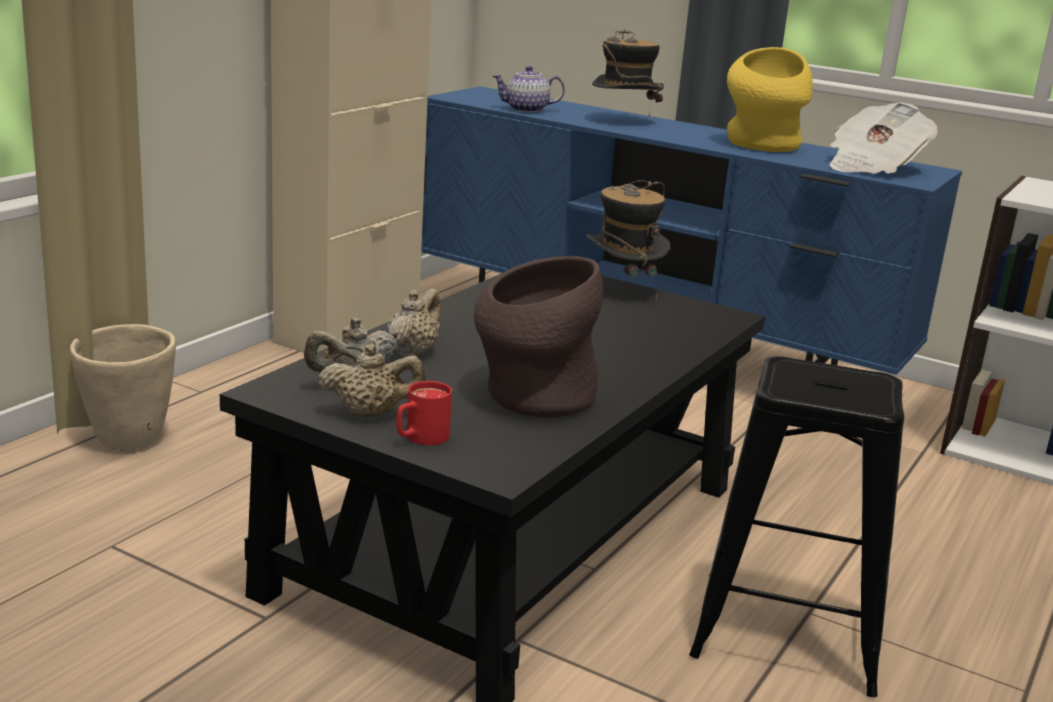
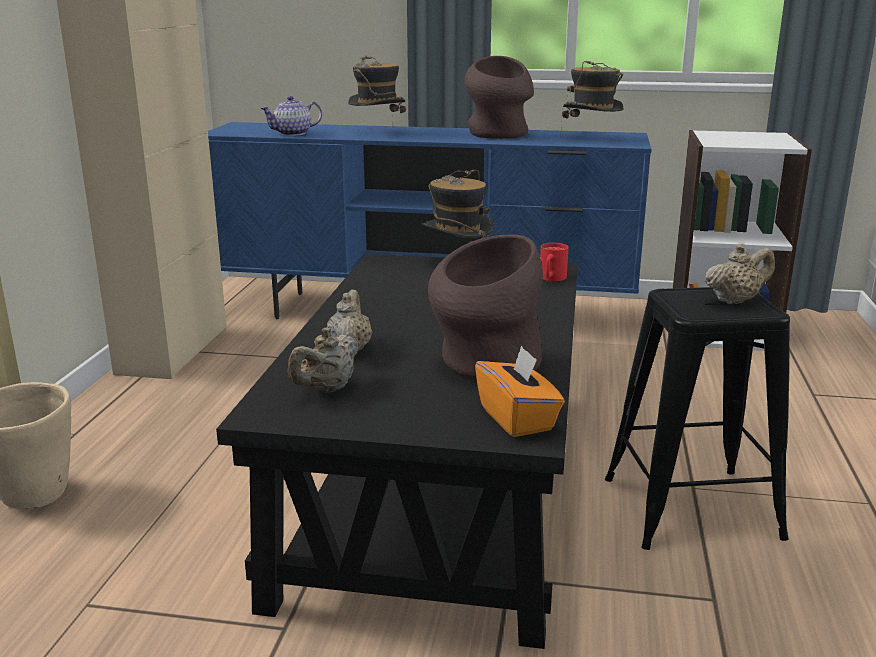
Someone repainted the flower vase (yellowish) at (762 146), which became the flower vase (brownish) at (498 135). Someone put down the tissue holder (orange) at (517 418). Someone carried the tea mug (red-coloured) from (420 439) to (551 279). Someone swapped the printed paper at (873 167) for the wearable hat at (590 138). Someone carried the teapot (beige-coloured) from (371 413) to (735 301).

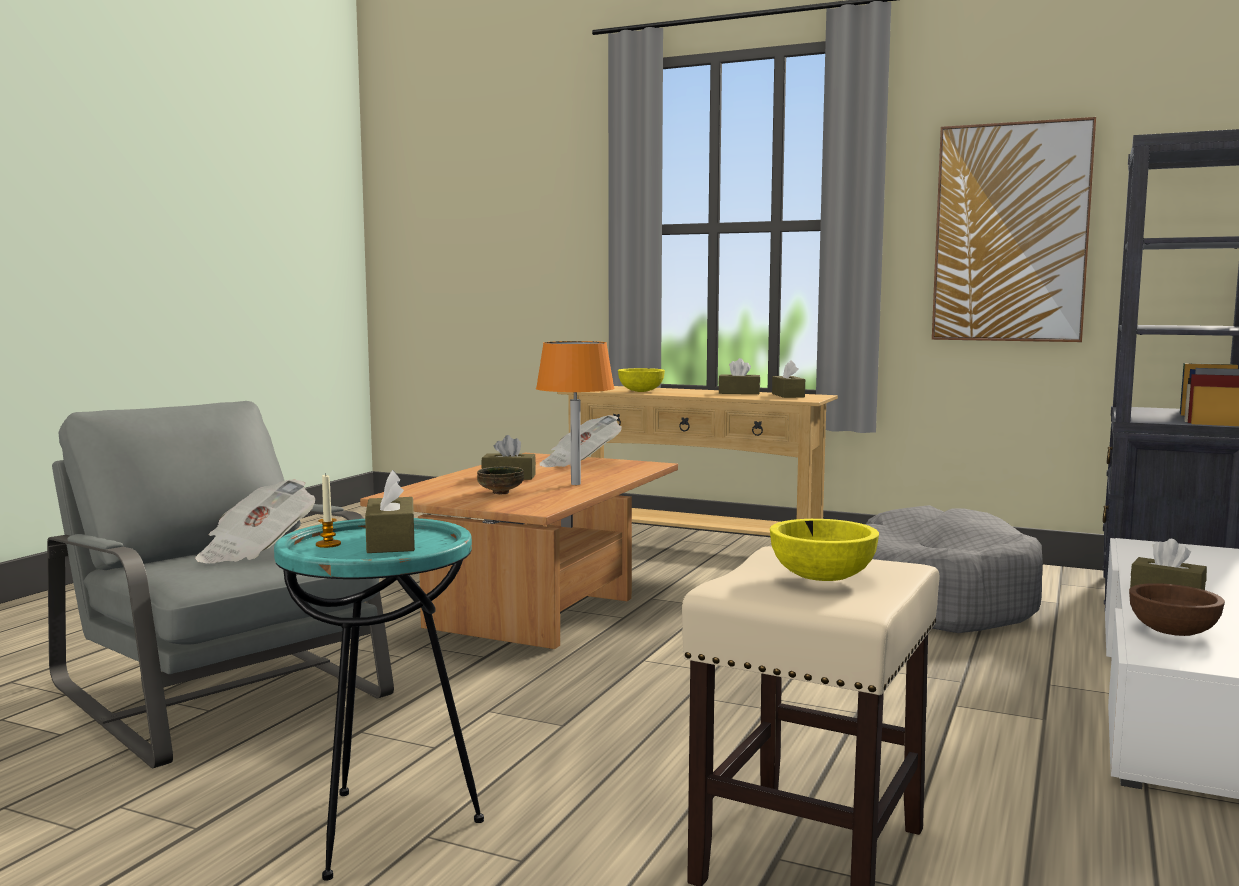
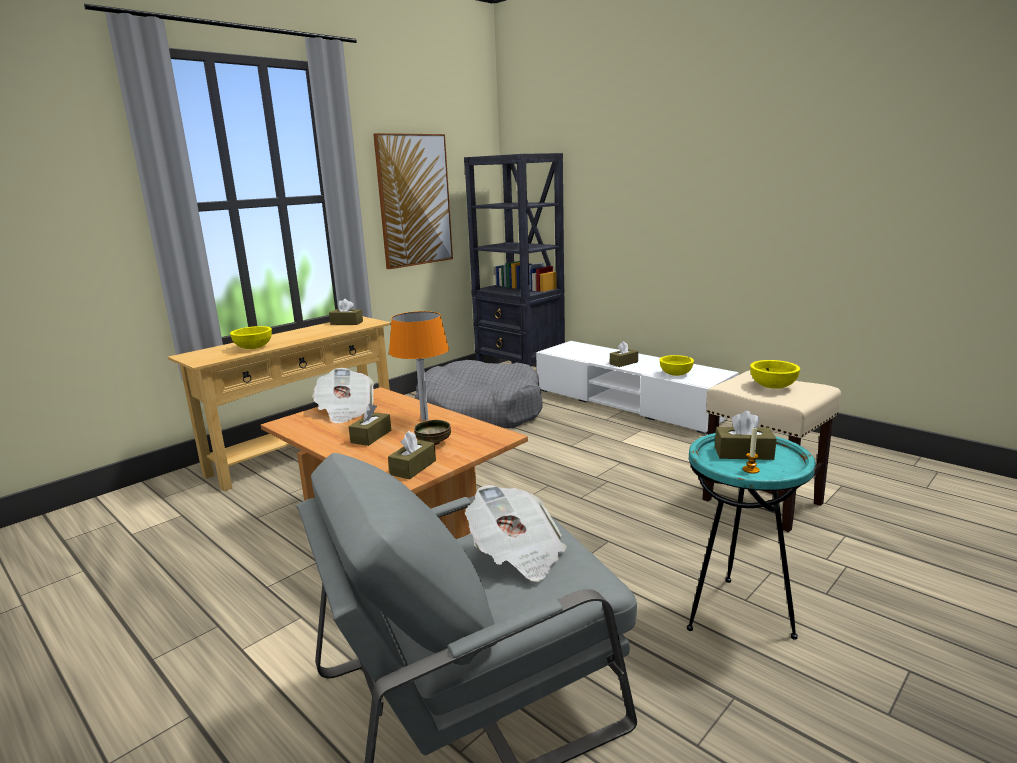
Someone carried the tissue holder (brownish) from (739 393) to (413 467). Someone repainted the bowl (brownish) at (1173 632), which became the bowl (yellowish) at (675 374).

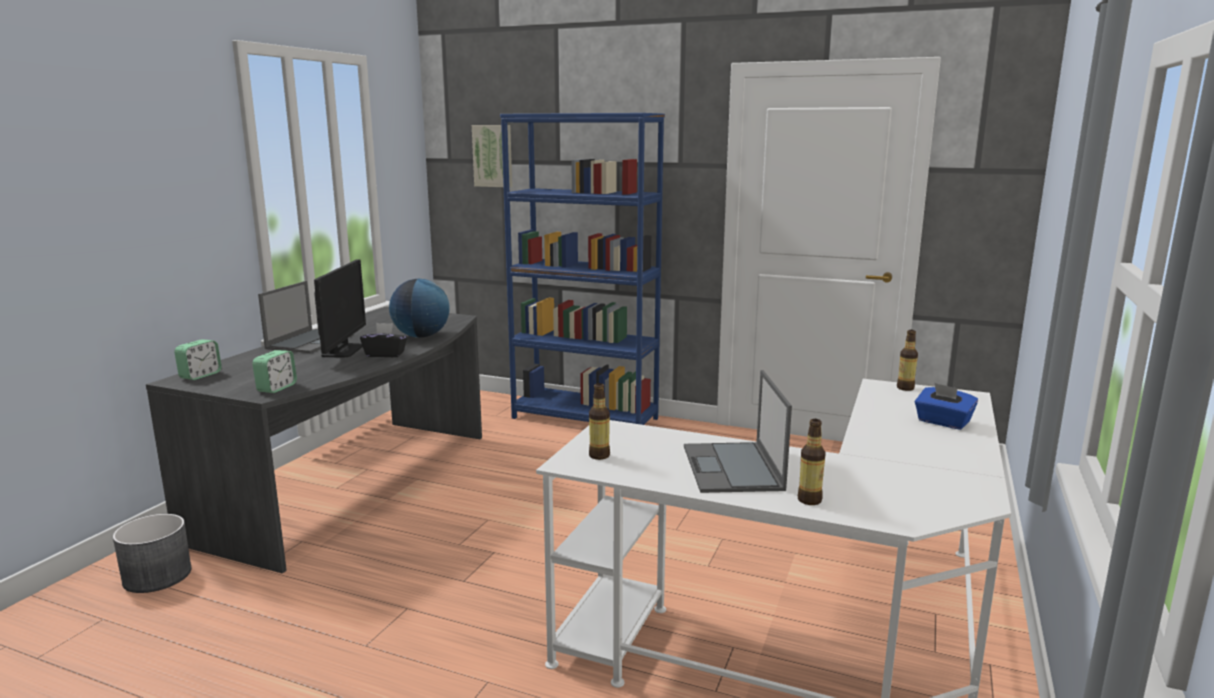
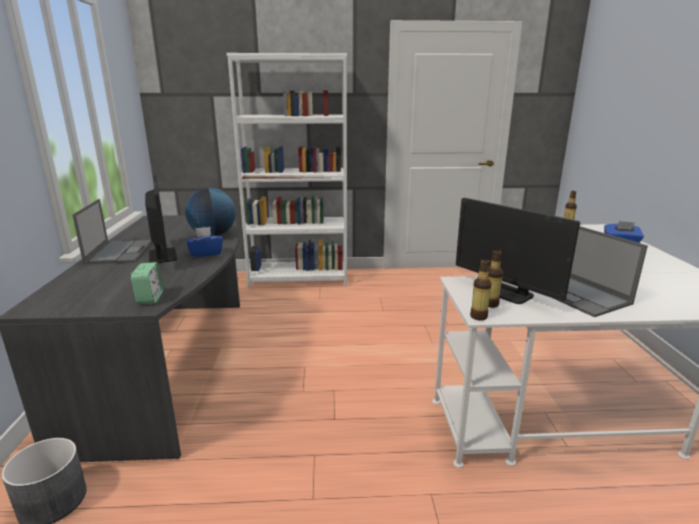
Someone repainted the tissue holder (black) at (385 354), which became the tissue holder (blue-coloured) at (205 253). Someone repainted the bookcase (blue-coloured) at (585 418), which became the bookcase (white-coloured) at (299 279). Someone put down the computer display at (506 292). Someone carried the beverage bottle from (809 500) to (478 316). Someone took away the alarm clock at (200 375). Someone took away the picture at (493 156).

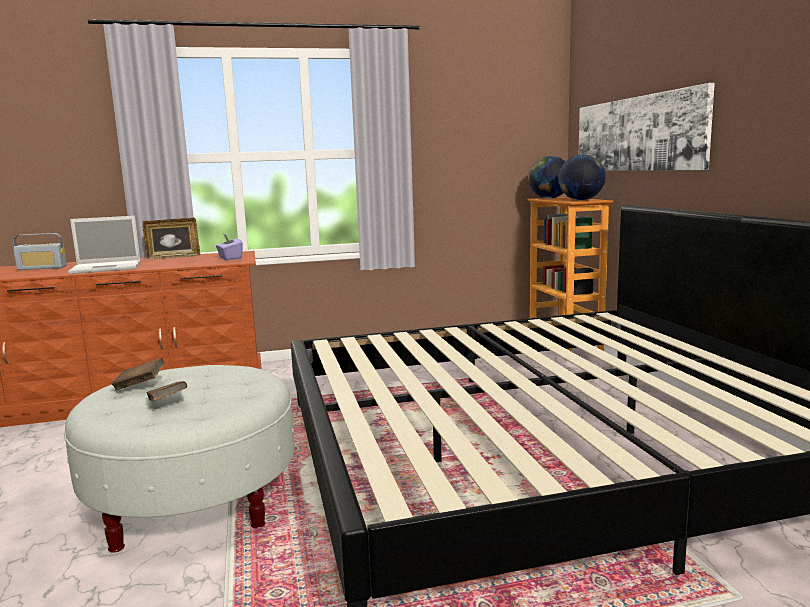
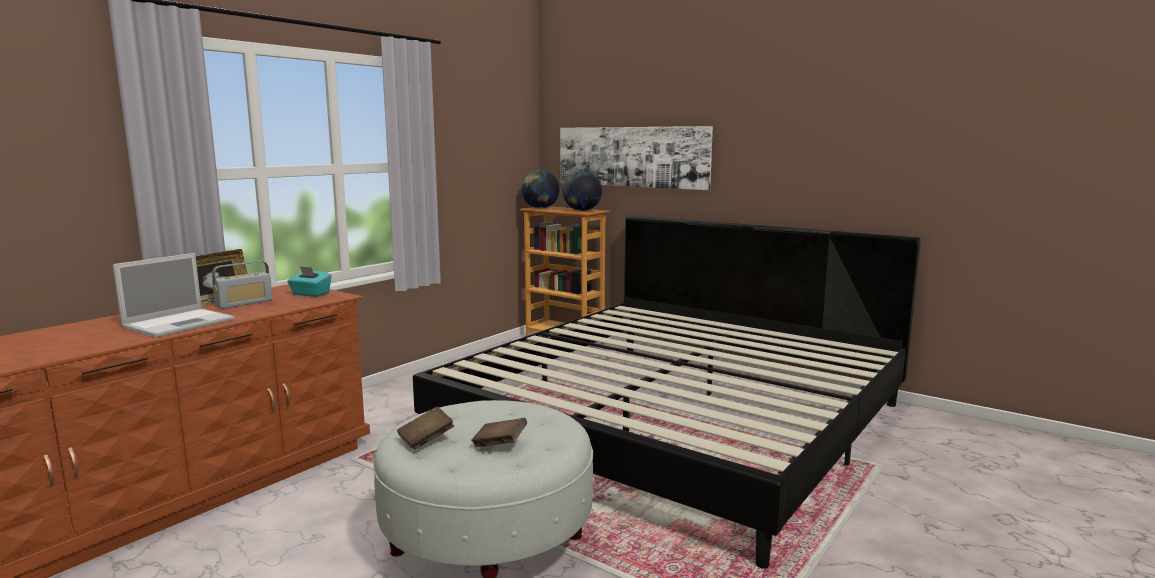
Someone carried the radio from (42 268) to (244 303). Someone repainted the tissue holder (purplish) at (230 258), which became the tissue holder (turquoise) at (310 294).

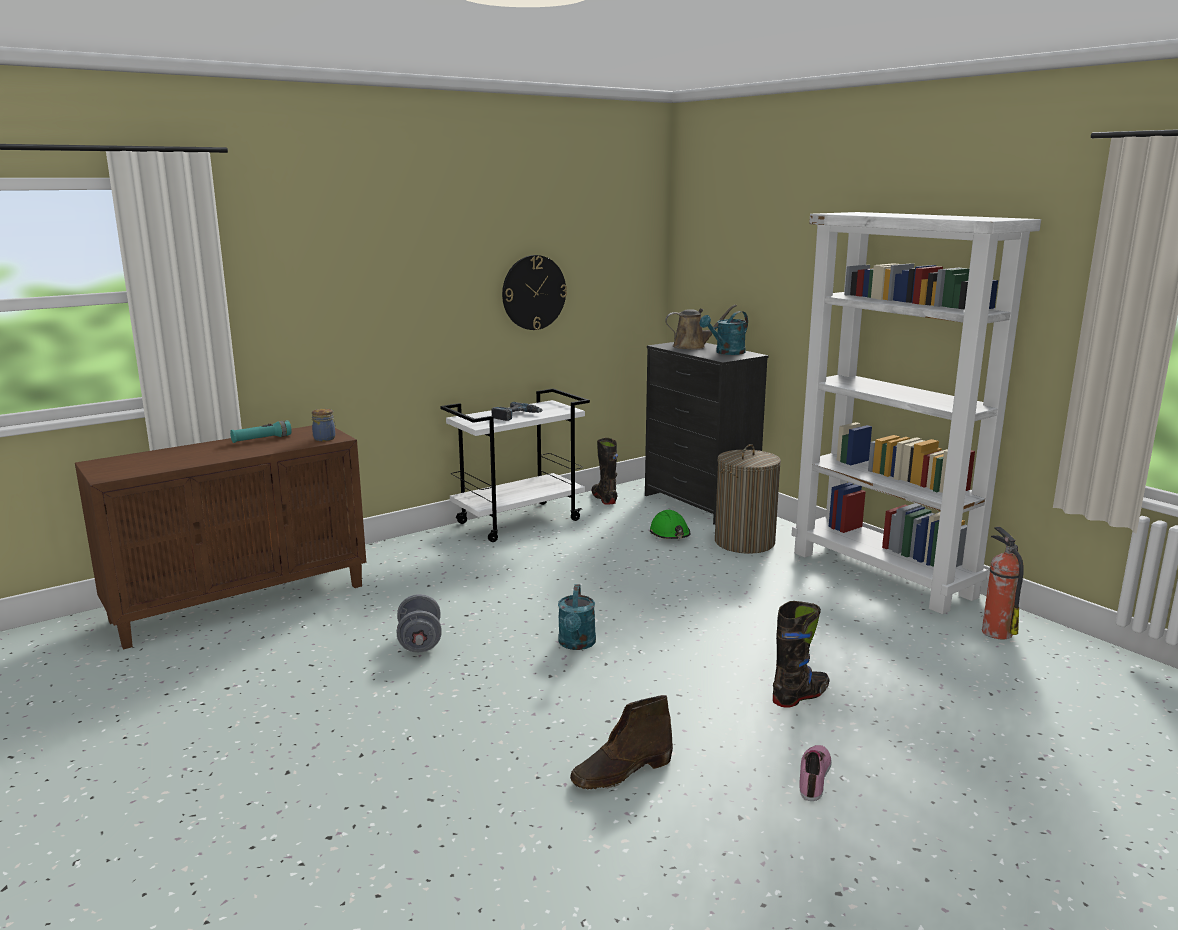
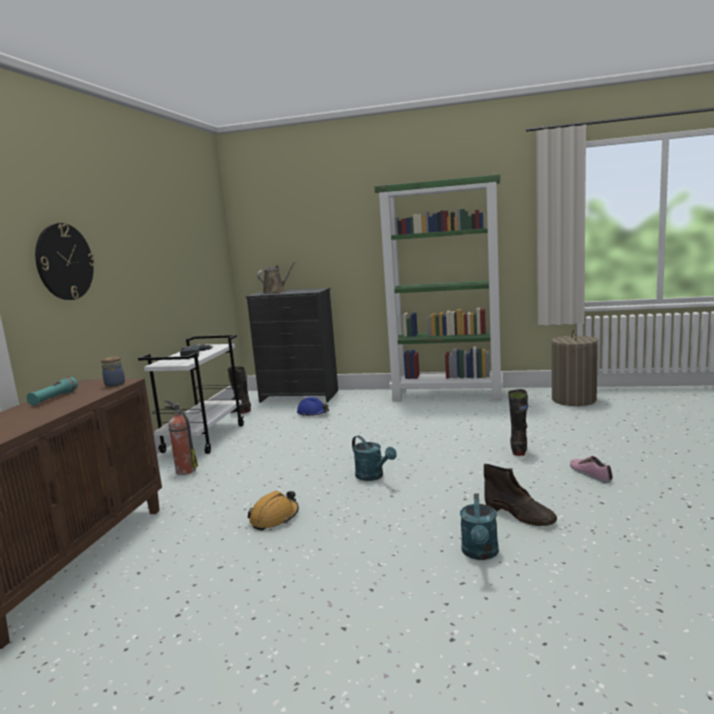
Someone carried the wall clock from (533 292) to (64 262). Someone carried the fire extinguisher from (995 632) to (185 470). Someone swapped the dumbbell (greyish) at (420 642) for the hard hat (orange) at (274 518). Someone repainted the hard hat (green) at (670 534), which became the hard hat (blue-coloured) at (313 413). Someone repainted the bookcase (white-coloured) at (884 574), which became the bookcase (green) at (448 394). Someone carried the watering can (turquoise) from (726 353) to (480 553). Someone rotated the high-top boot (brownish) at (621 772) by 60 degrees counterclockwise. Someone carried the hamper from (744 542) to (573 400).

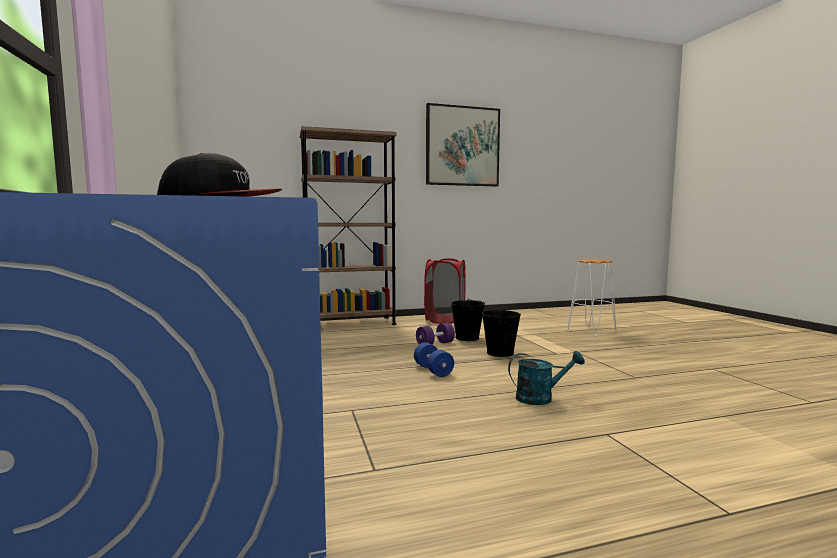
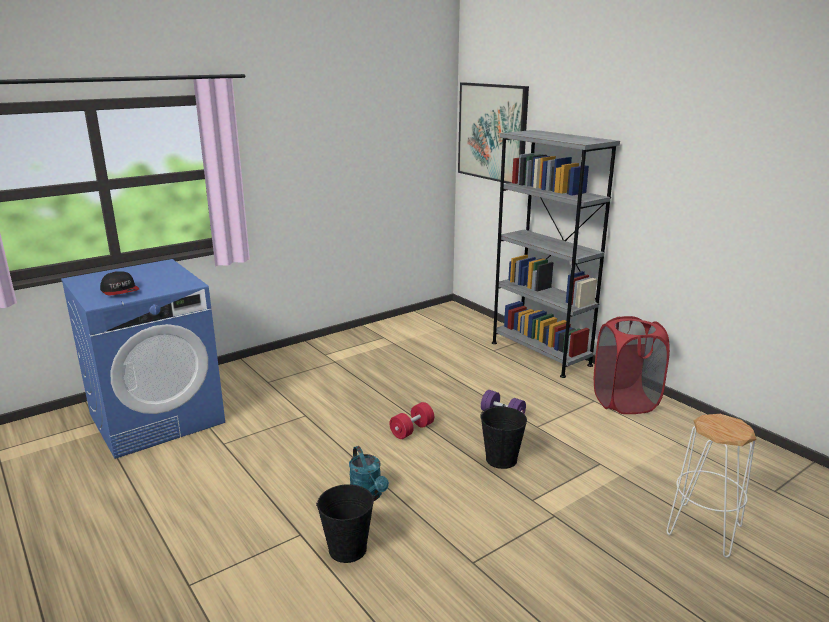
Someone carried the pail (black) from (467 338) to (347 549). Someone repainted the dumbbell (blue-coloured) at (433 370), which became the dumbbell (red-coloured) at (412 430). Someone carried the picture from (462 146) to (492 132). Someone repainted the bookcase (brownish) at (350 323), which became the bookcase (greyish) at (540 354).

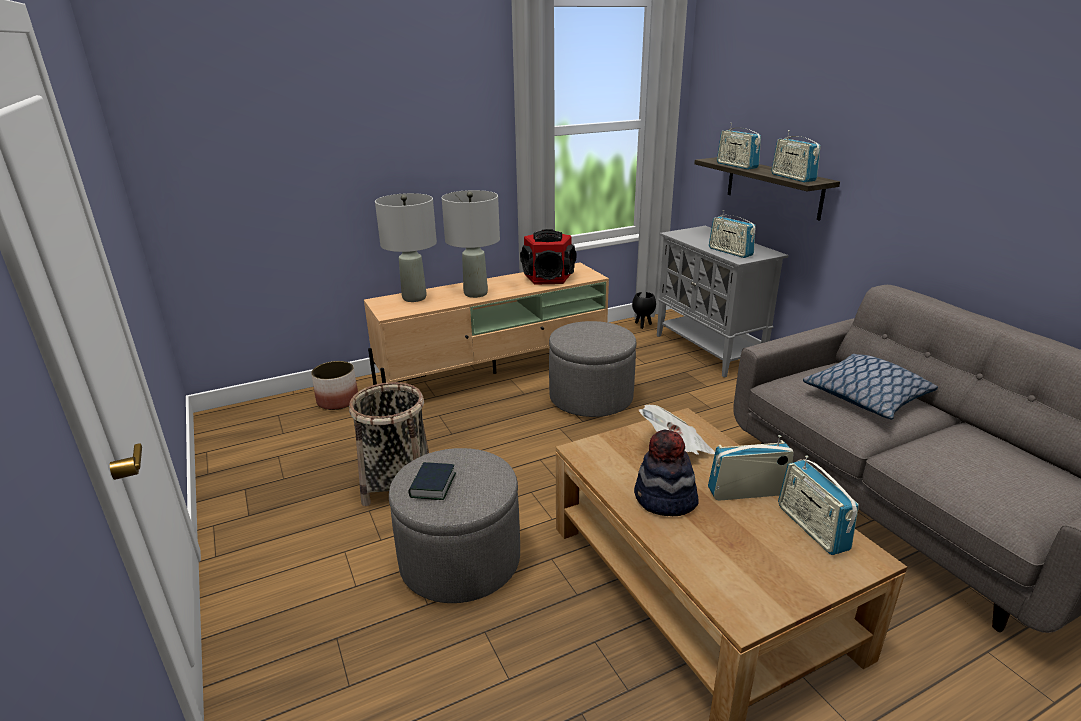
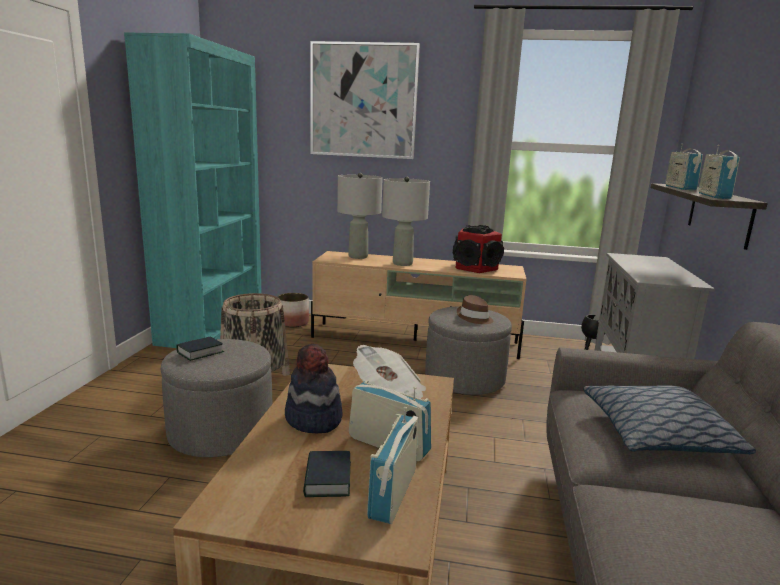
Someone put down the bookcase (turquoise) at (212 326). Someone put down the volume at (327 479). Someone put up the picture at (363 101). Someone put down the wearable hat (brownish) at (474 318). Someone took away the radio at (730 252).

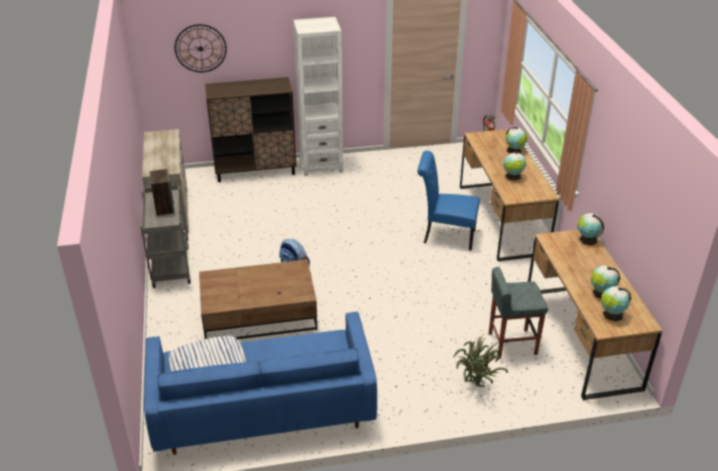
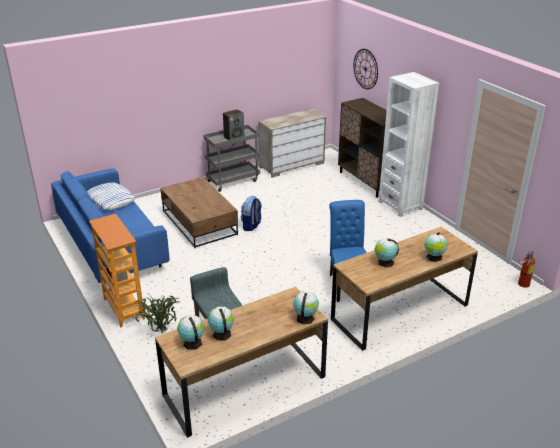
Someone put down the bookcase at (123 309).

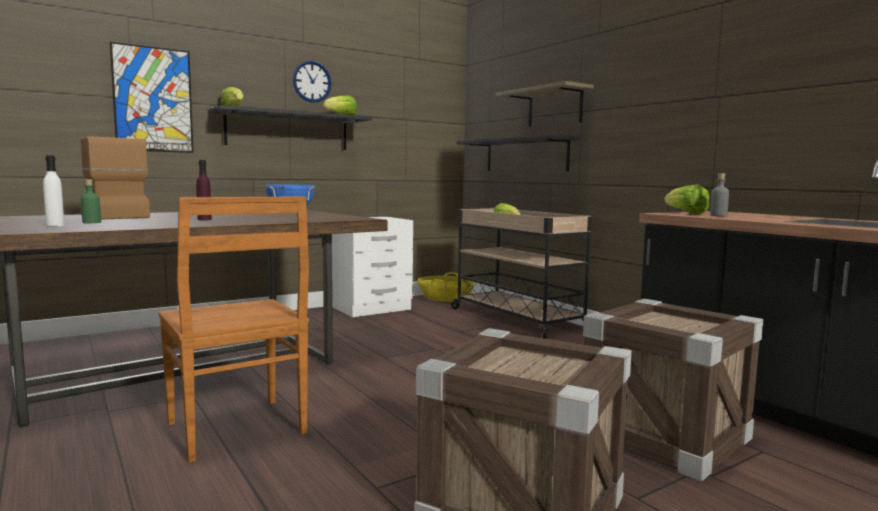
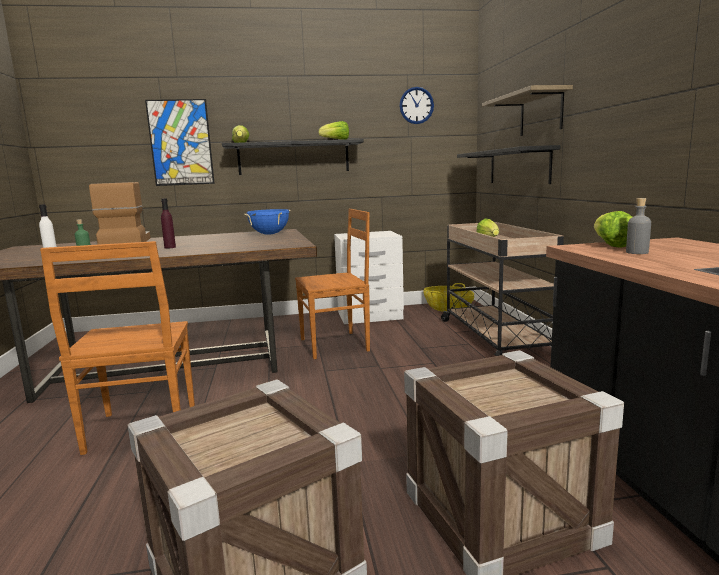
Someone put down the upright chair (brownish) at (336 344). Someone carried the wall clock from (312 81) to (416 105).

